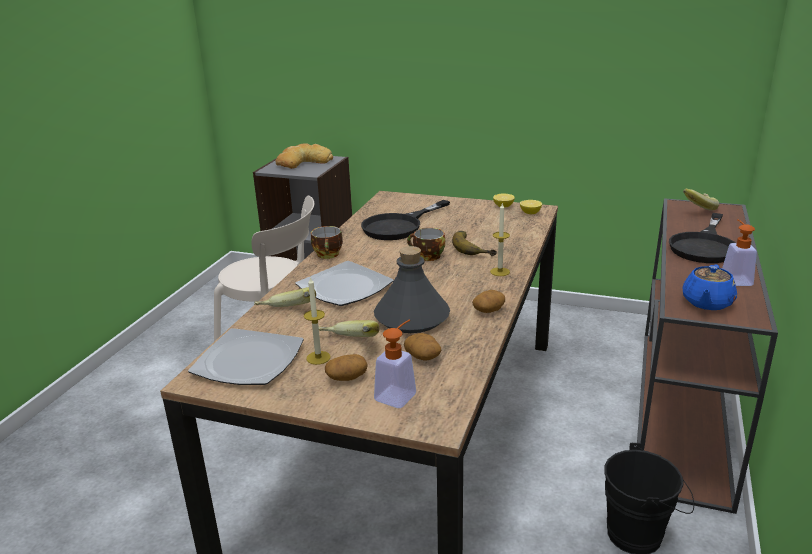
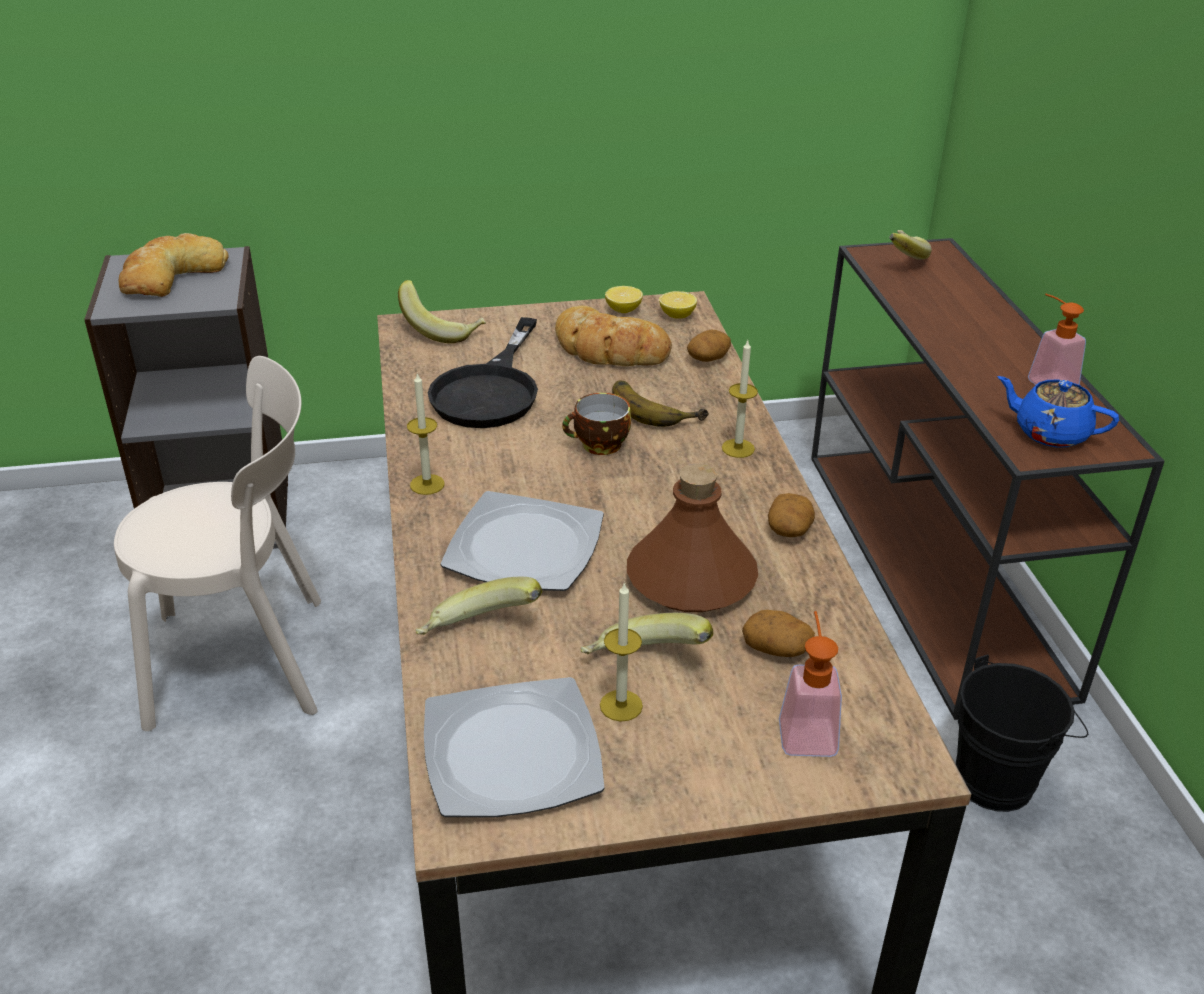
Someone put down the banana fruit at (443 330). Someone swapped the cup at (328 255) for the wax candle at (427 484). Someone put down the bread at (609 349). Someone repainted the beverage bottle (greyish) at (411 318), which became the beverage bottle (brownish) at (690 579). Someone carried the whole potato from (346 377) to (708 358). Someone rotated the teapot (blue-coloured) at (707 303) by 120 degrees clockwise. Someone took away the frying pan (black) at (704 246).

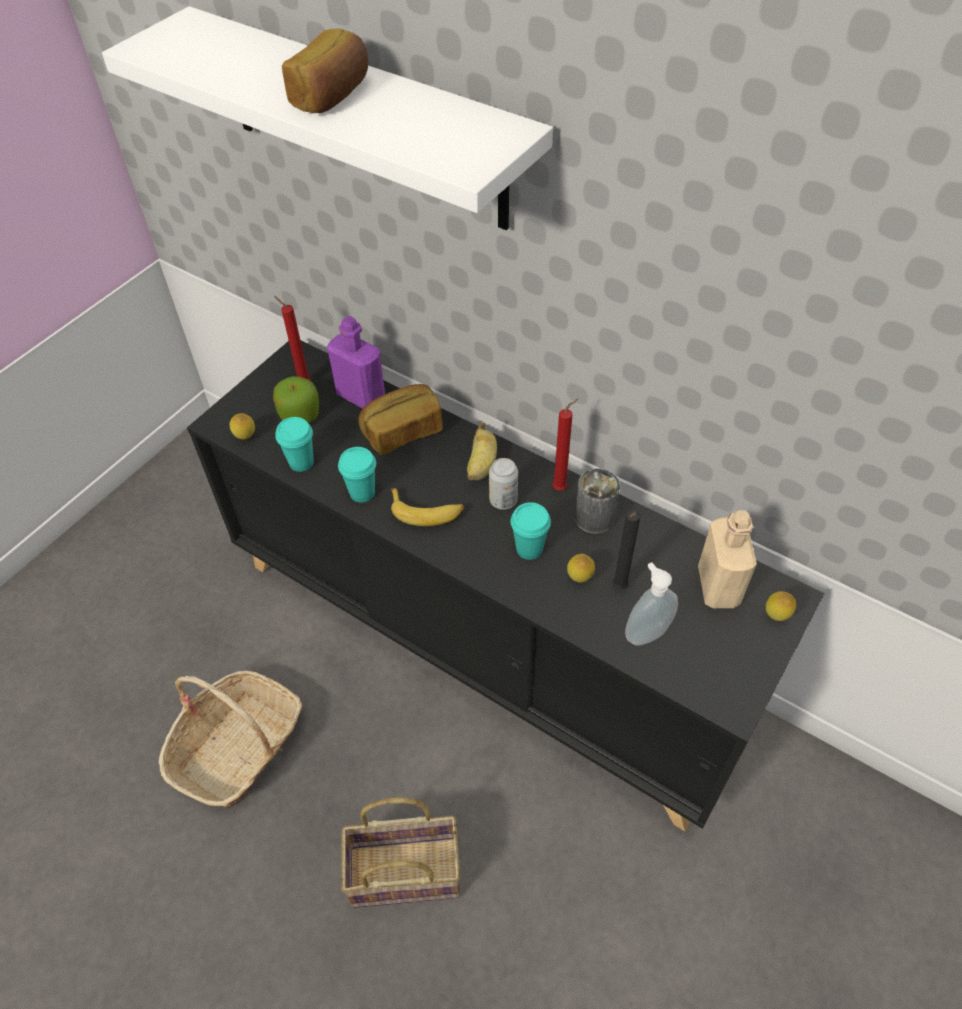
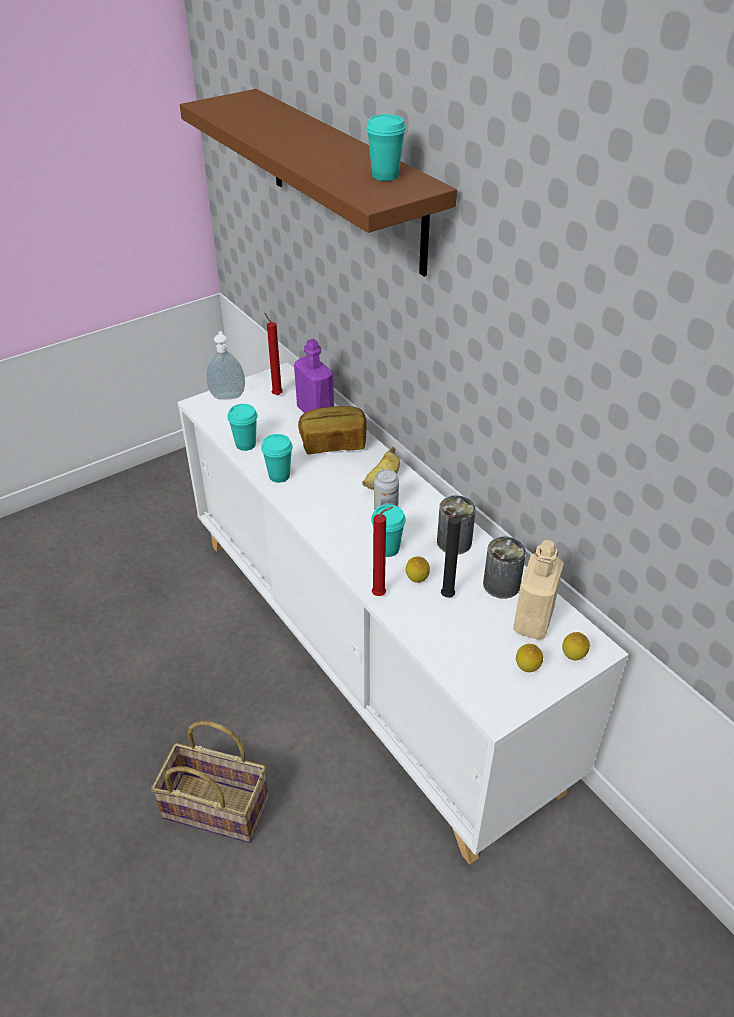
Someone repainted the cupboard (black) at (485 639), which became the cupboard (white-coloured) at (367 654). Someone repainted the bracket shelf (white-coloured) at (362 120), which became the bracket shelf (brownish) at (345 180). Someone carried the soap dispenser from (645 632) to (227 395). Someone put down the cup (turquoise) at (385 176). Someone carried the wax candle (red-coloured) from (561 487) to (381 594). Someone put down the can at (501 584). Someone carried the citrus fruit from (246 438) to (527 669). Someone took away the household basket at (238 747). Someone took away the apple fruit at (300 415). Someone took away the bread at (333 95). Someone took away the banana fruit at (427 511).

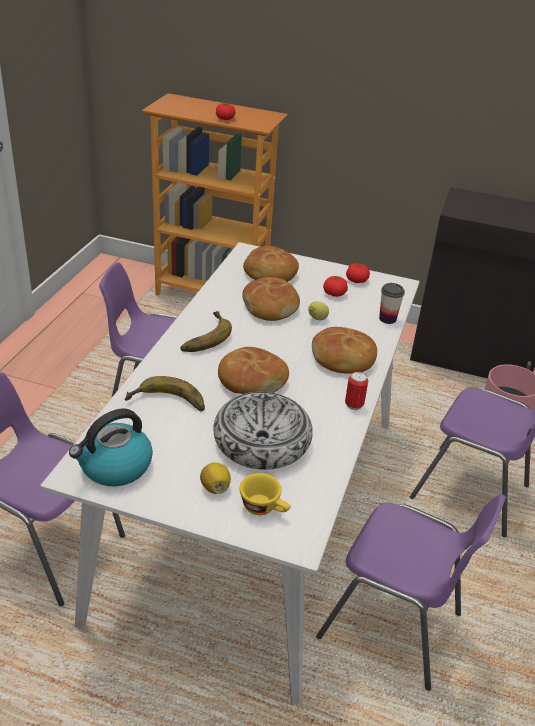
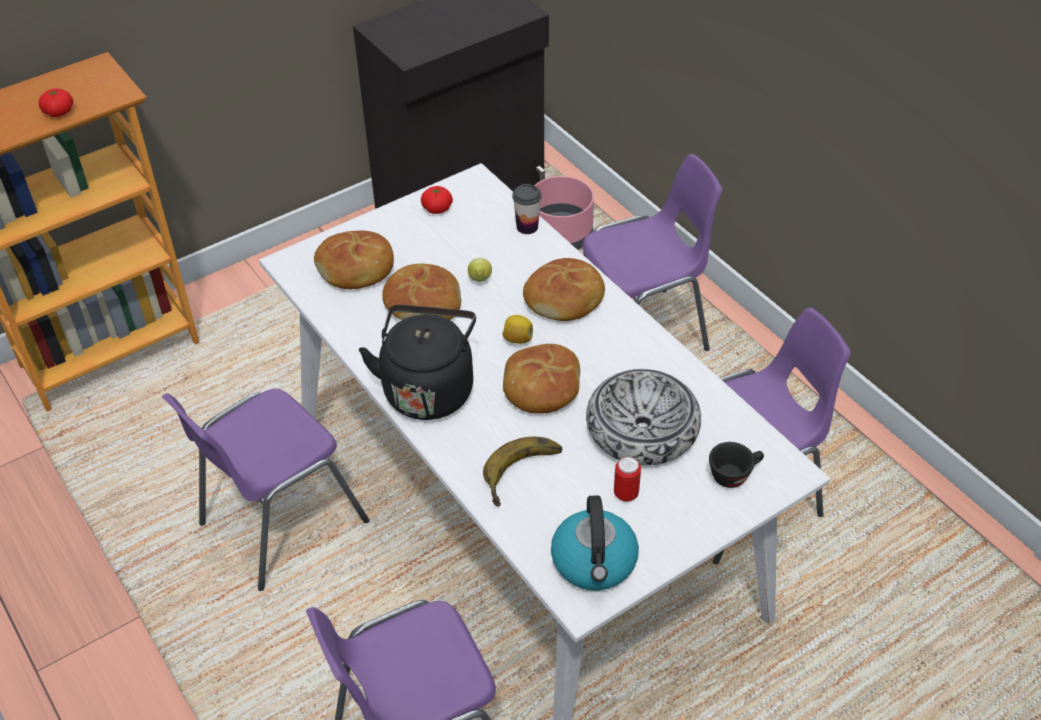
Someone swapped the banana fruit at (202 336) for the tea kettle (black) at (428 388). Someone carried the citrus fruit from (215 487) to (517 339). Someone carried the can from (354 405) to (626 494). Someone repainted the cup (yellowish) at (264 508), which became the cup (black) at (734 474). Someone took away the whole tomato at (334 294).

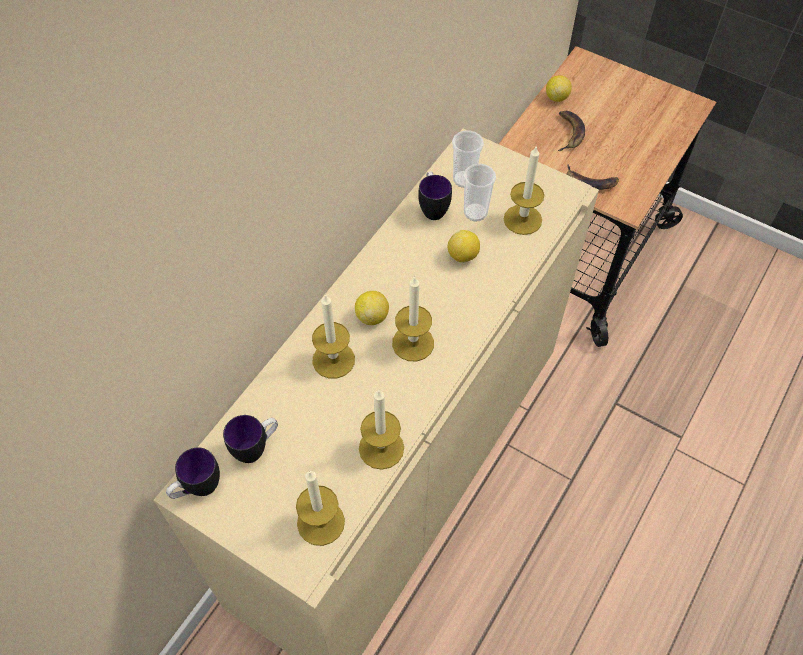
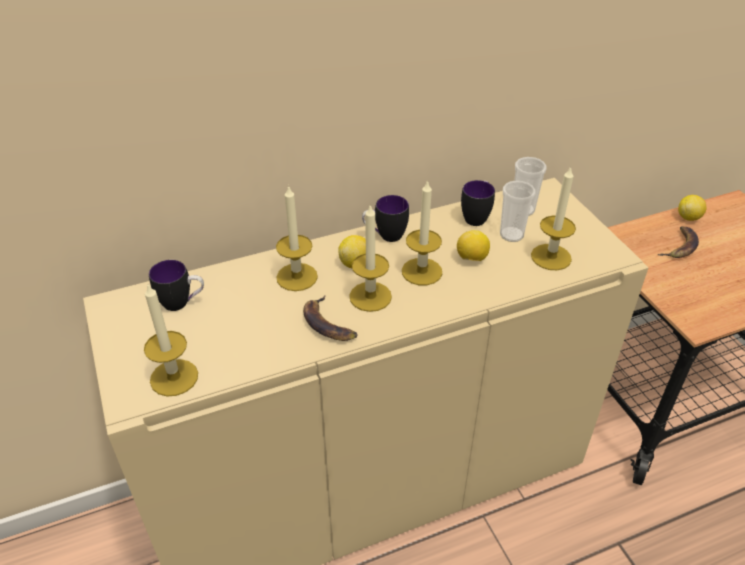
Someone carried the banana fruit from (590 181) to (328 324). Someone carried the tea mug from (198 489) to (385 236). Someone carried the wax candle from (381 448) to (421 271).

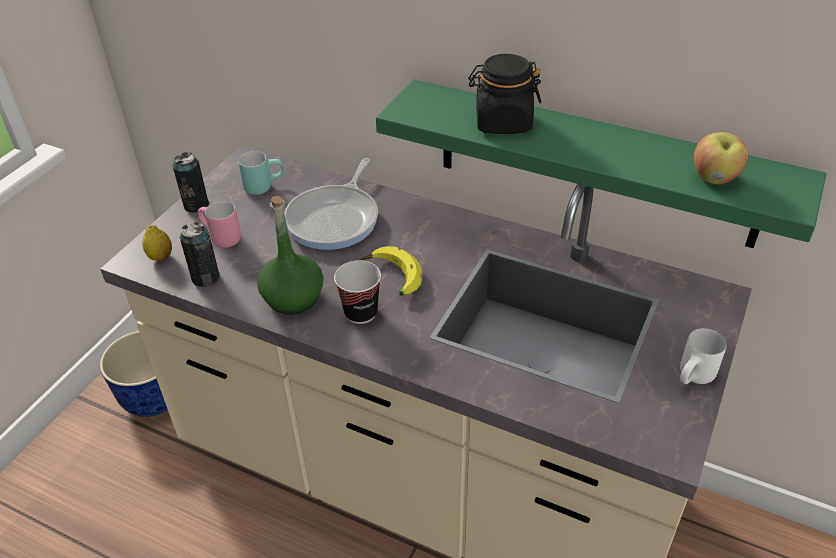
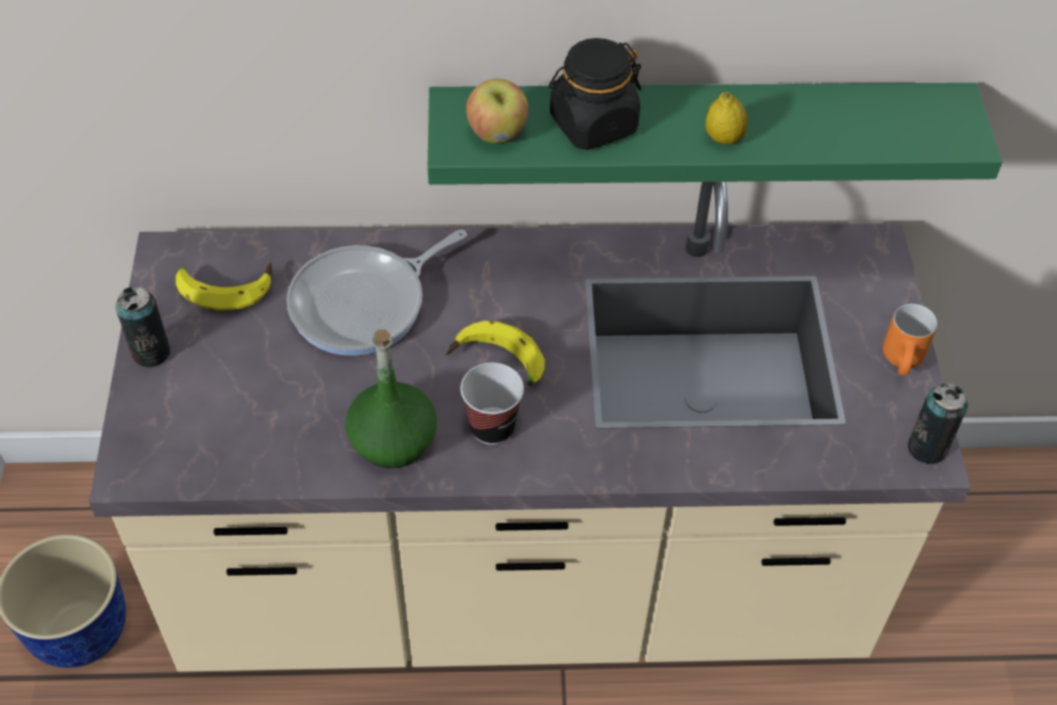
Someone swapped the tea mug (turquoise) at (264 185) for the banana fruit at (226 286). Someone rotated the frying pan at (335 219) by 60 degrees clockwise. Someone carried the apple fruit from (715 178) to (497 133). Someone carried the citrus fruit from (161 257) to (723 138). Someone repainted the tea mug (white-coloured) at (695 379), which became the tea mug (orange) at (904 362). Someone carried the can from (205 278) to (927 448). Someone took away the tea mug (pinkish) at (220 238).

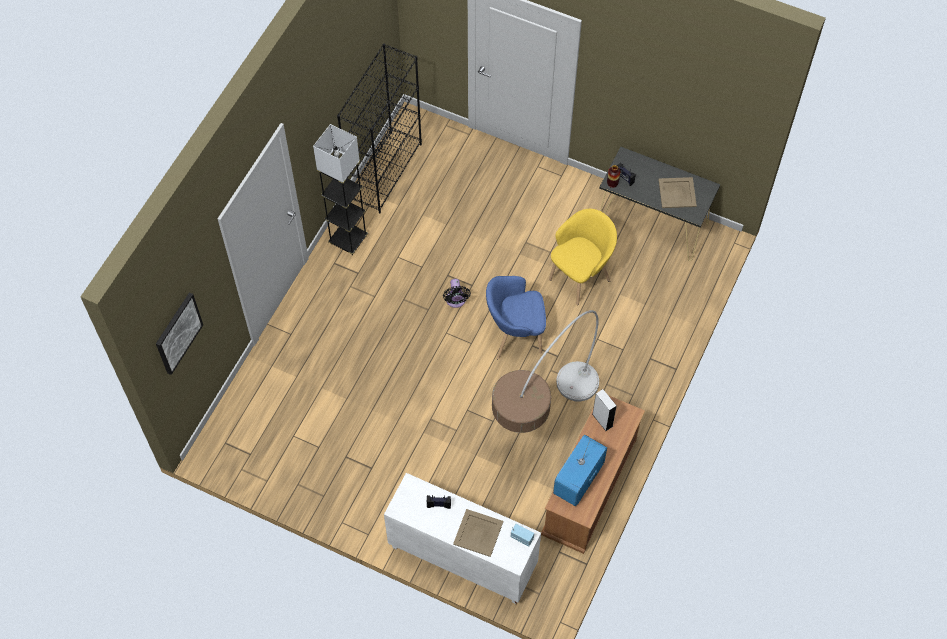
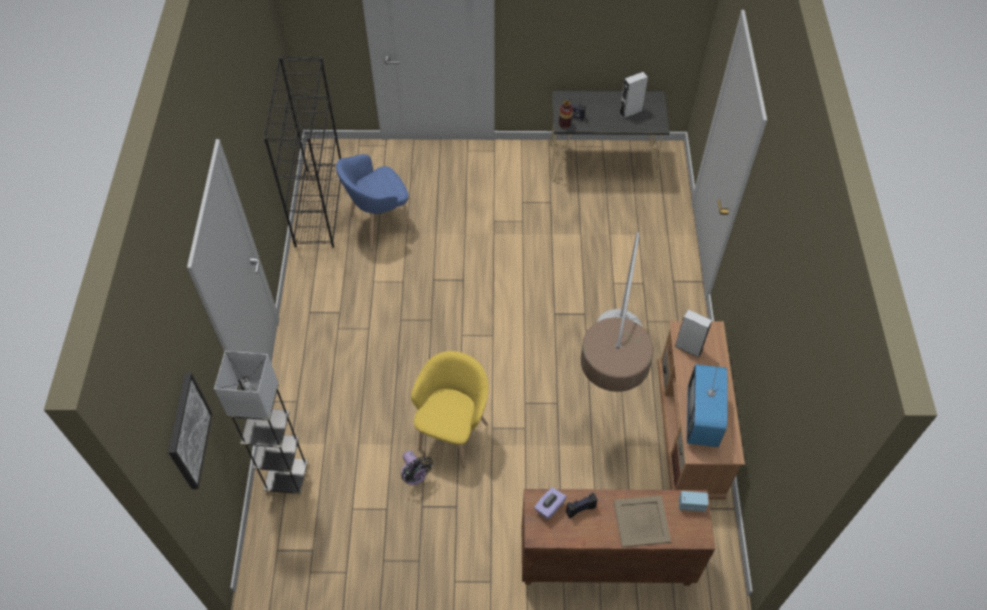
Someone carried the standard lamp (greyish) from (348 240) to (287 477). Someone carried the easy chair (blue-coloured) from (514 336) to (378 224). Someone carried the fan (black) from (456 301) to (415 475). Someone carried the easy chair (yellowish) from (580 277) to (453 433). Someone repainted the cupboard (white-coloured) at (461 558), which became the cupboard (brownish) at (604 561). Someone put down the tissue holder (purplish) at (549 507). Someone swapped the carrying tray (beige-coloured) at (677 193) for the audio speaker (greyish) at (630 112).

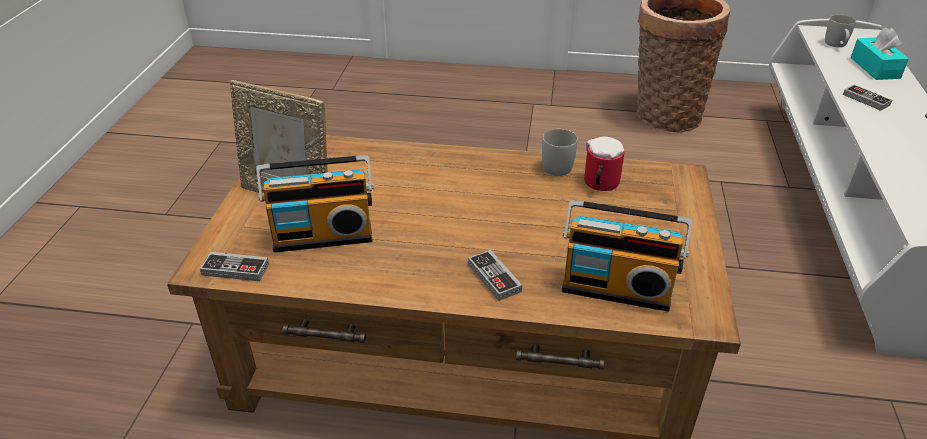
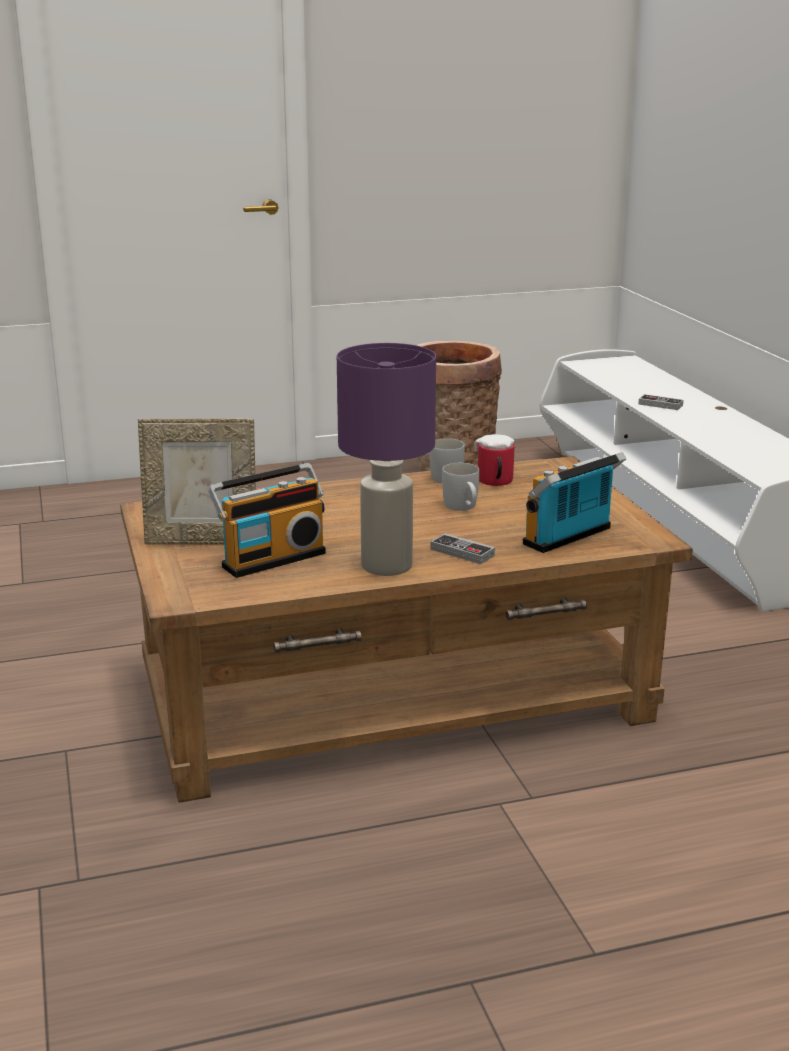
Someone put down the tabletop lamp (purplish) at (388 566). Someone carried the tea mug (white-coloured) from (836 45) to (463 508). Someone rotated the radio at (617 288) by 150 degrees clockwise. Someone took away the joypad at (235 269). Someone took away the tissue holder (turquoise) at (875 68).

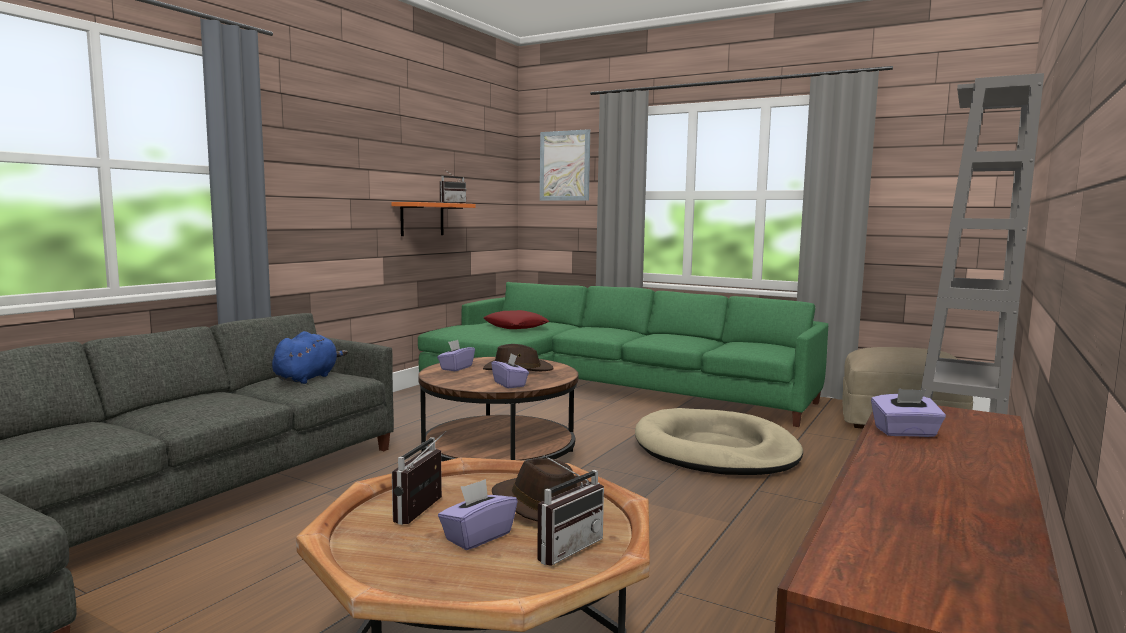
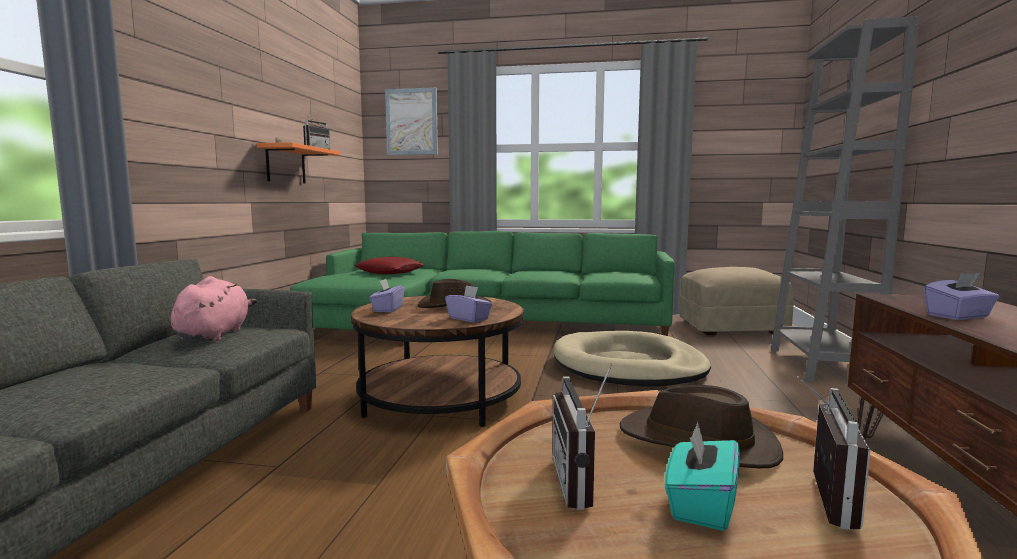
Someone repainted the soft toy (blue-coloured) at (307 378), which became the soft toy (pinkish) at (214 334). Someone repainted the tissue holder (purplish) at (477 536), which became the tissue holder (turquoise) at (700 505).

